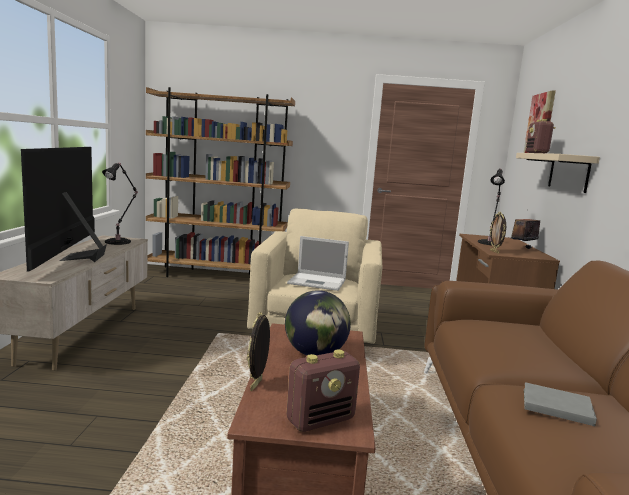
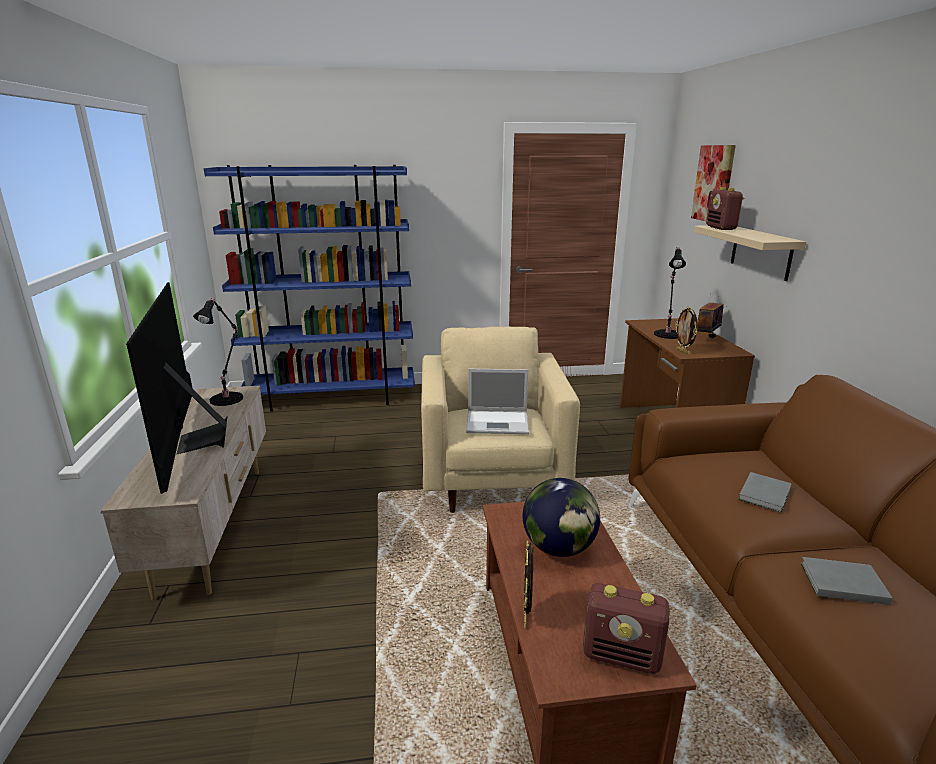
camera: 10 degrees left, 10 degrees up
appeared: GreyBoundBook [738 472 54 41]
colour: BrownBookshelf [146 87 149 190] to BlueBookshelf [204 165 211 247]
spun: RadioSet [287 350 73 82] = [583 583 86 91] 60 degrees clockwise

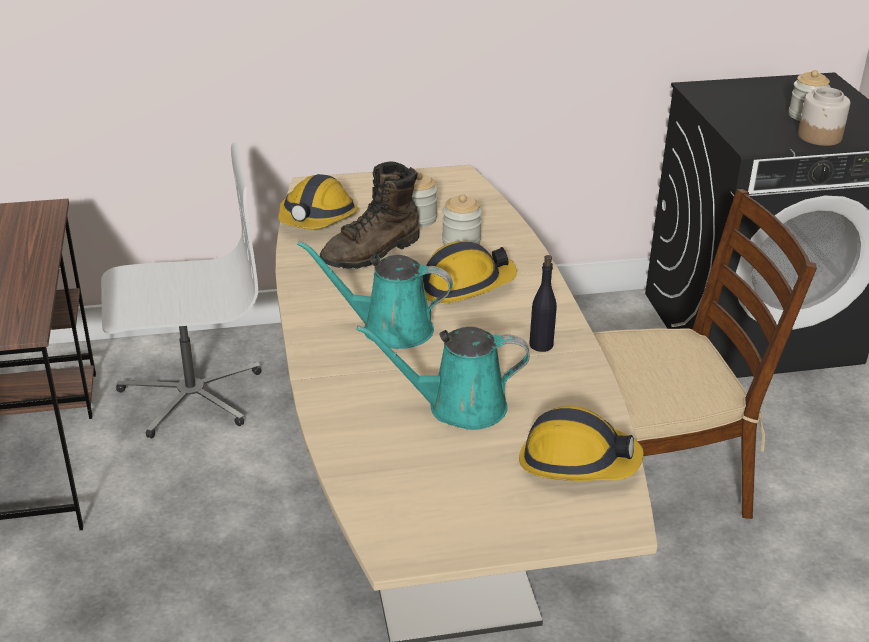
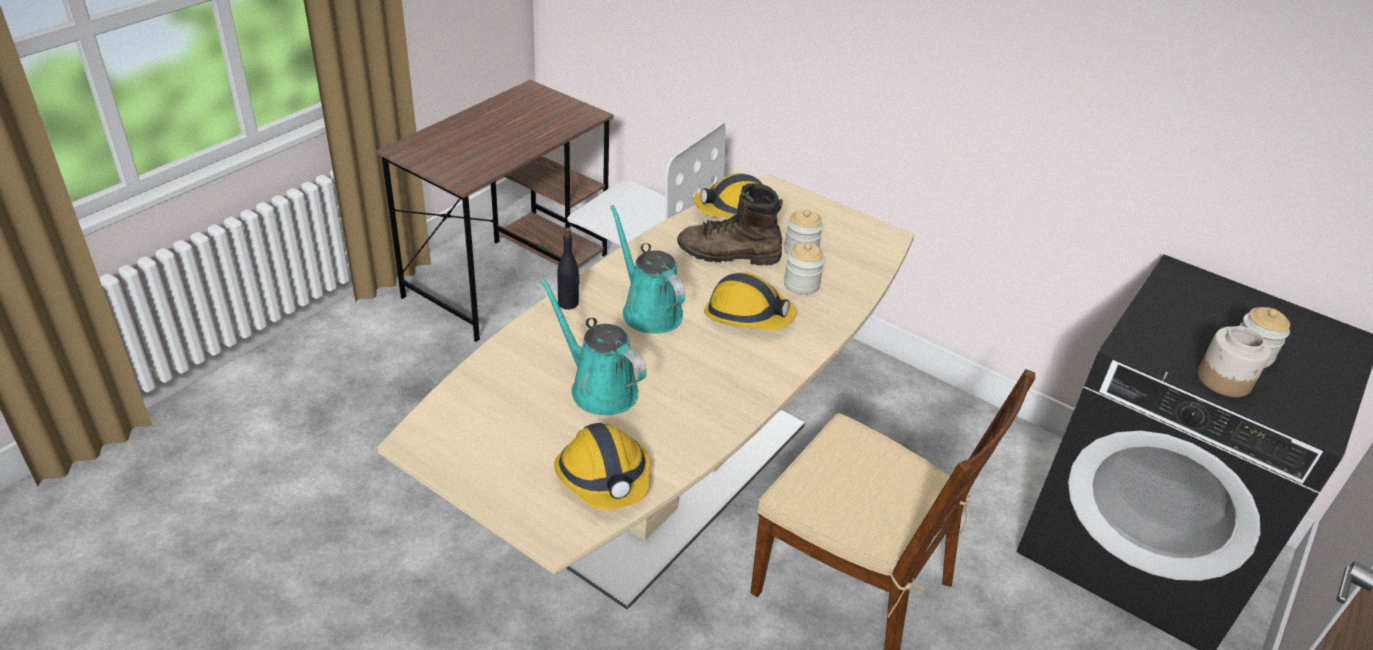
camera: 45 degrees right, 5 degrees up
relocated: BlackColouredBeverageBottle [529 255 28 97] to [557 228 22 81]

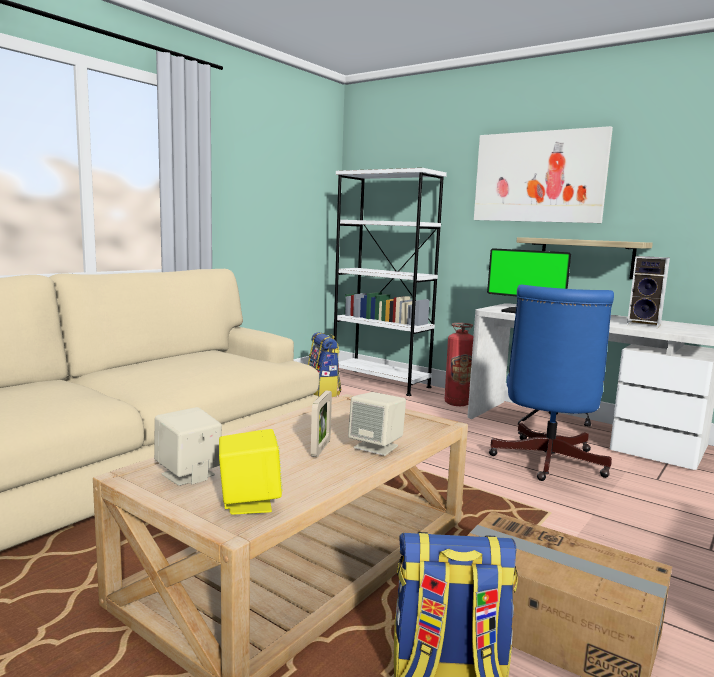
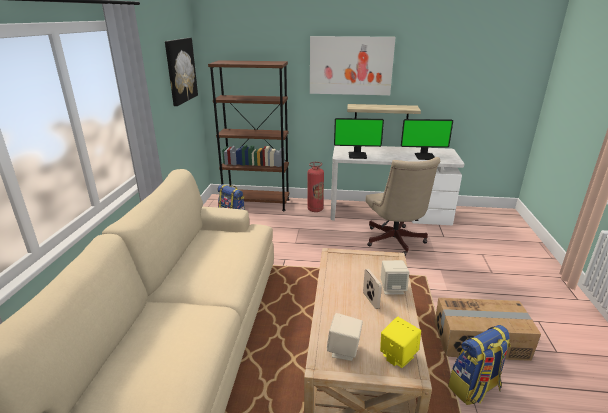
camera: 30 degrees left, 15 degrees up
appeared: WallPicture [165 38 33 68]
exchanged: AudioSpeaker [627 256 43 72] to ComputerDisplay [401 119 52 41]
colour: WhiteBookshelf [334 168 113 228] to BrownBookshelf [208 60 81 151]; BlueOfficeChair [489 285 125 196] to BeigeColouredOfficeChair [366 157 74 99]

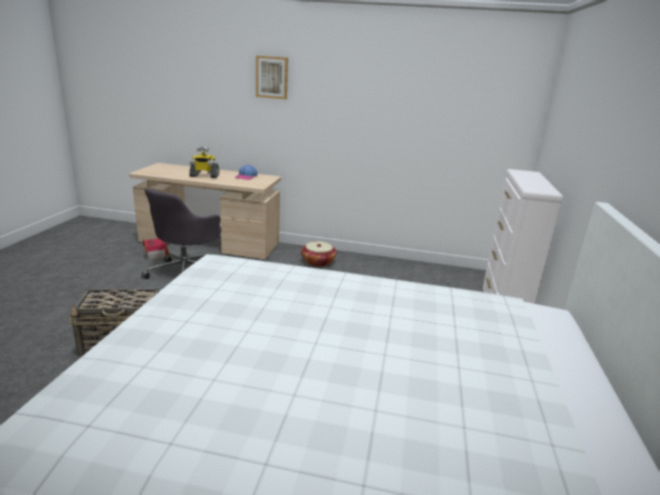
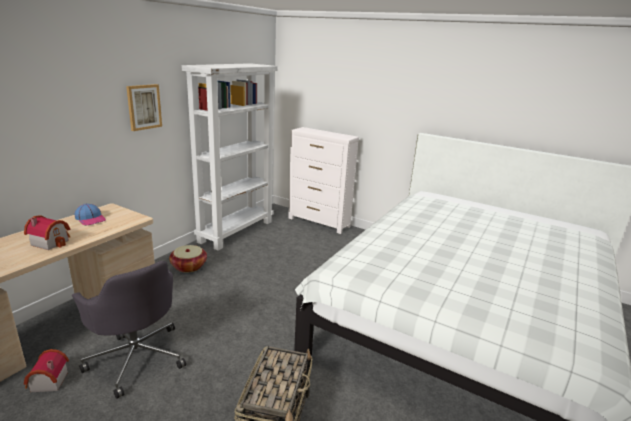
camera: 70 degrees left, 0 degrees up
appeared: WhiteBookshelf [181 63 97 188]
relocated: WallPicture [256 56 32 43] to [126 84 36 47]
exchanged: ToyRobot [189 146 30 32] to MiniatureHouse [24 215 46 35]

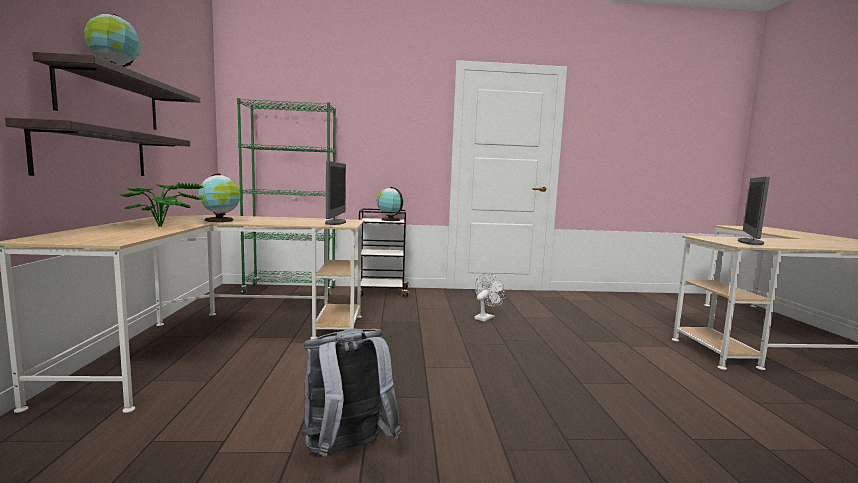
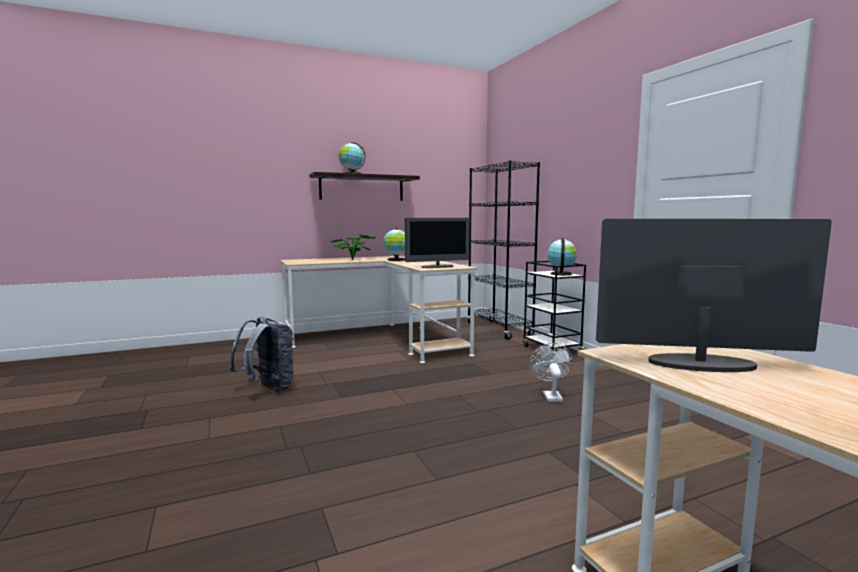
camera: 70 degrees right, 0 degrees up
missing: Shelf [5 118 185 58]
colour: GreenBookshelf [237 98 99 198] to BlackColouredBookshelf [467 160 73 180]
spun: WhiteElectricFan [474 273 32 49] = [530 343 43 59] 105 degrees counterclockwise

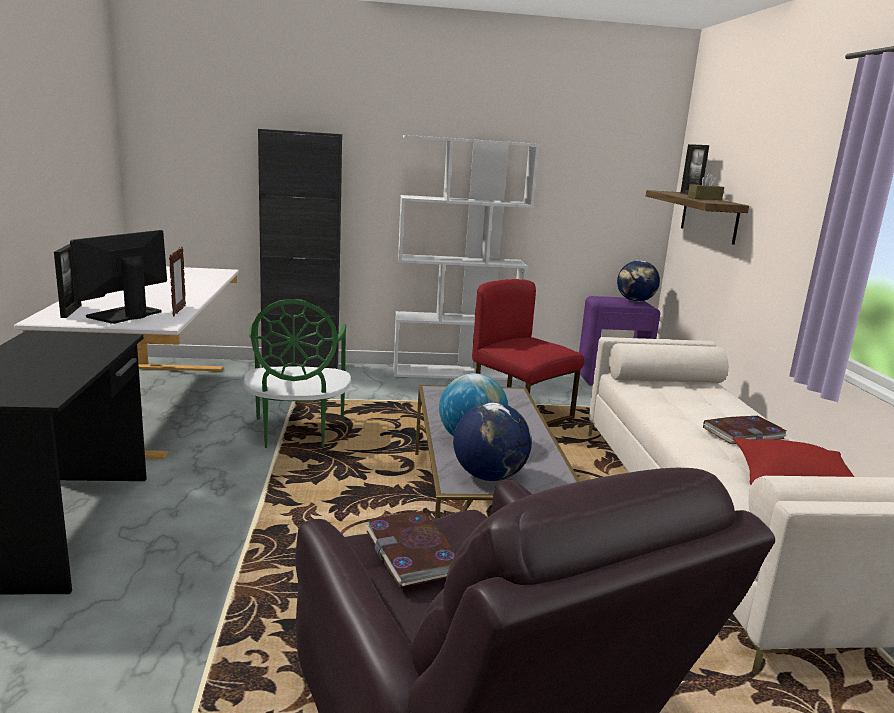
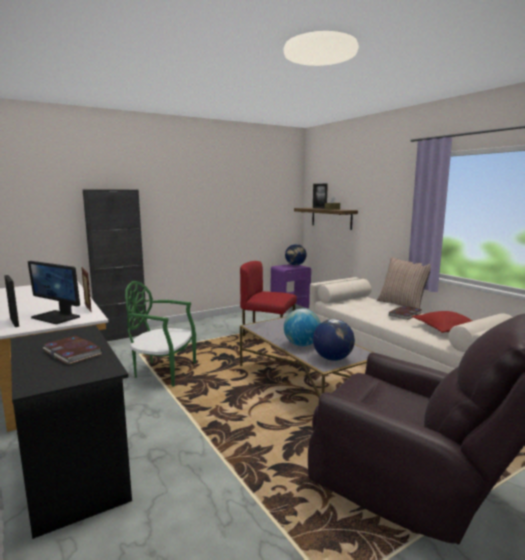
camera: 25 degrees left, 5 degrees down
missing: WhiteBookshelf [393 135 147 245]
appeared: Pillow [377 257 54 52]
relocated: BoundBook [365 511 91 76] to [42 336 60 29]
spun: ComputerDisplay [70 230 97 94] = [28 261 52 63] 60 degrees counterclockwise; GreenChair [243 299 109 149] = [125 281 71 105] 135 degrees clockwise

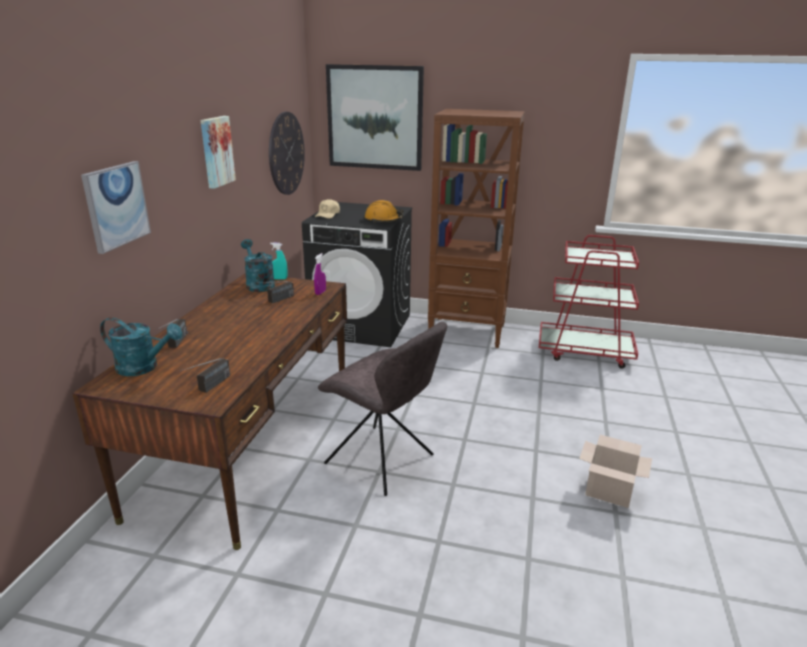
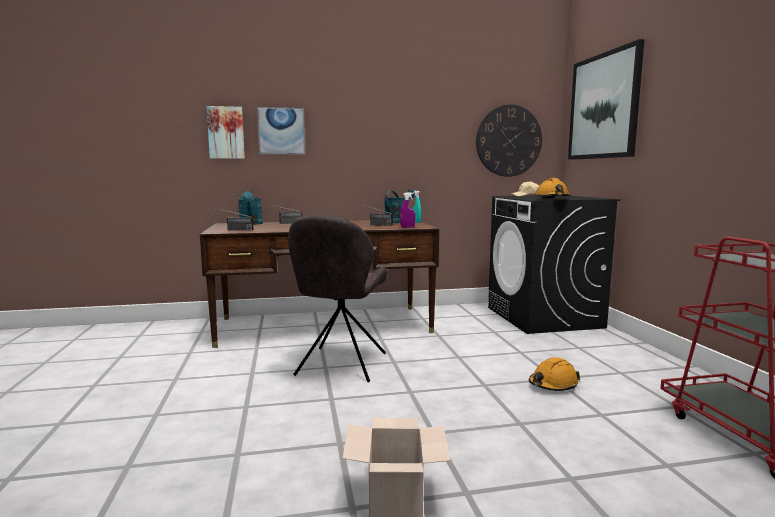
camera: 65 degrees right, 15 degrees down
missing: BrownBookshelf [428 109 97 239]
appeared: OrangeColouredHardHat [529 357 51 34]
relocated: WallPicture [200 116 36 73] to [206 106 39 53]

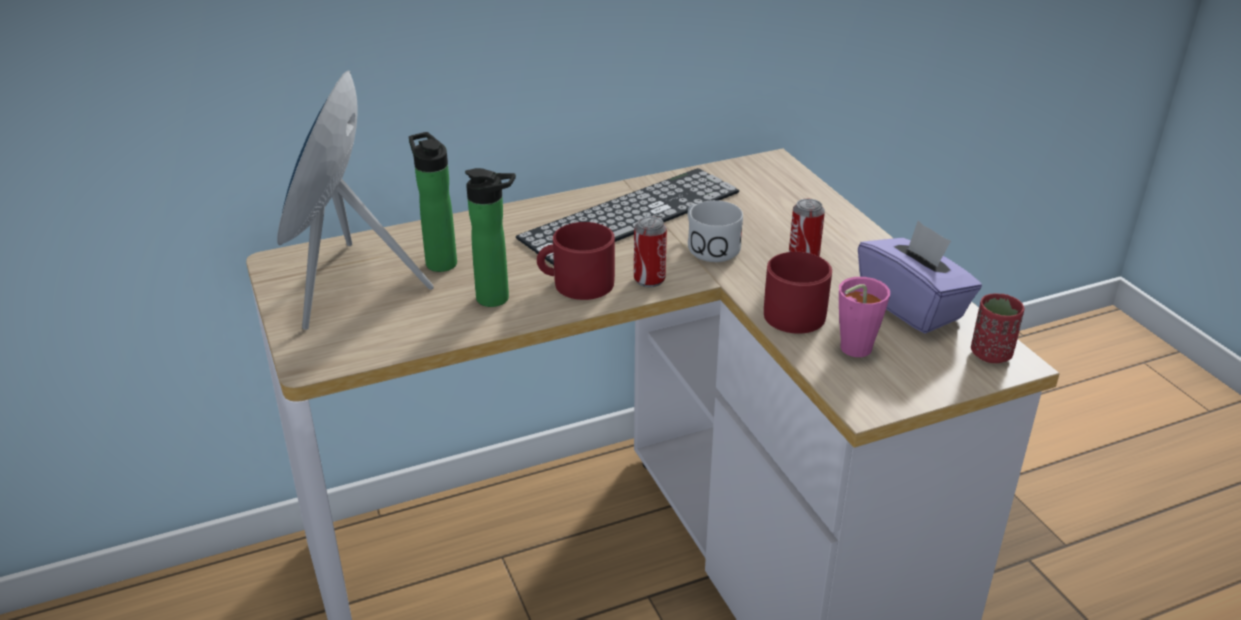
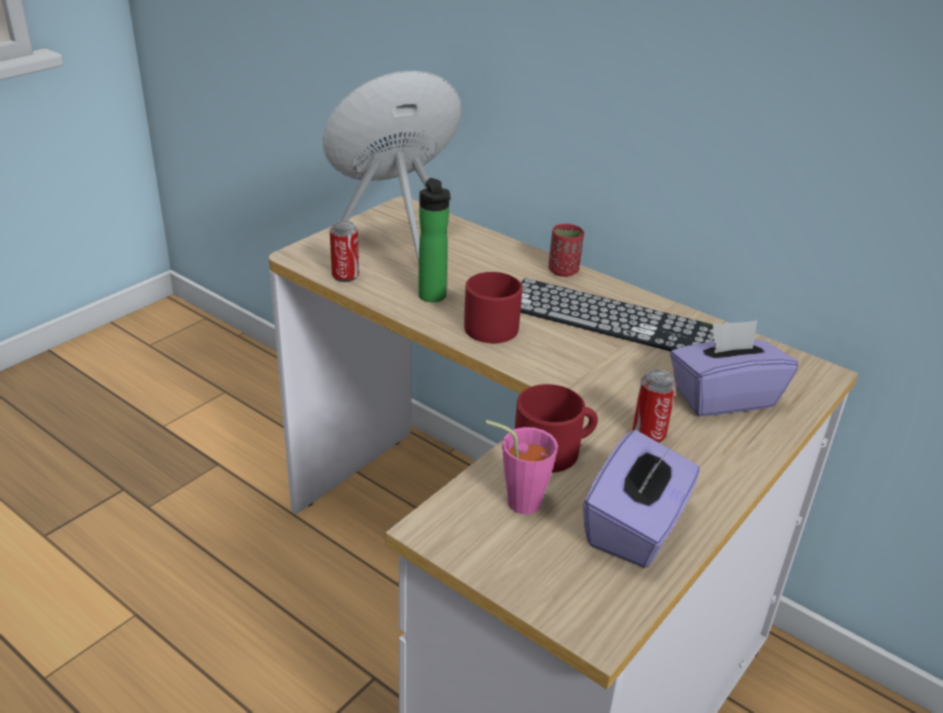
camera: 60 degrees right, 0 degrees up
missing: BeverageBottle [409 132 48 140]; WhiteTeaMug [688 200 55 62]
appeared: PurplishBoxOfTissues [670 320 128 96]
relocated: SealedCan [634 216 33 71] to [330 221 29 61]; ReddishSmallCup [971 293 54 70] to [548 224 36 53]

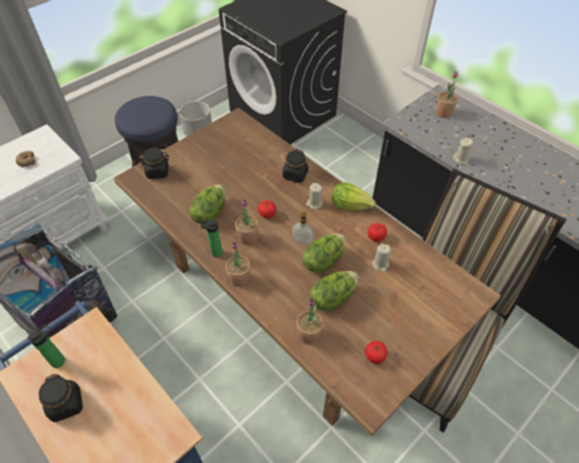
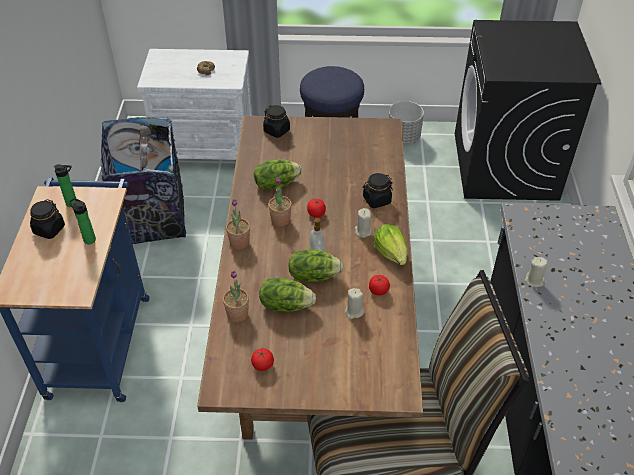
camera: 45 degrees right, 5 degrees down
missing: Houseplant [436 72 22 46]
relocated: BeverageBottle [201 220 22 37] to [69 198 27 46]

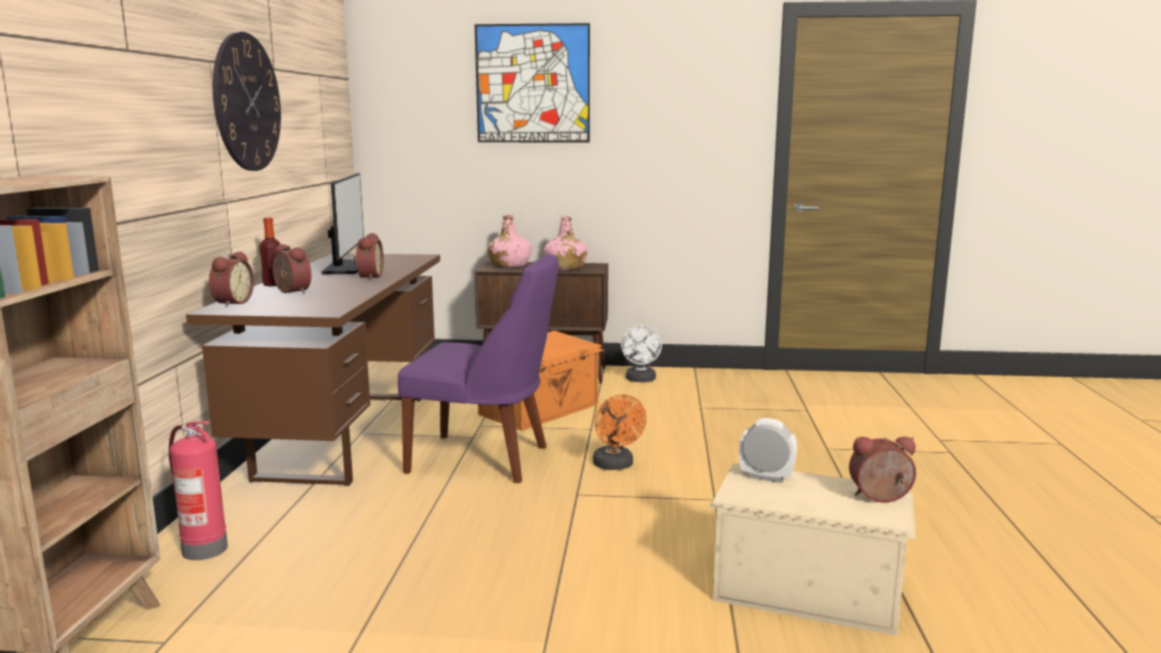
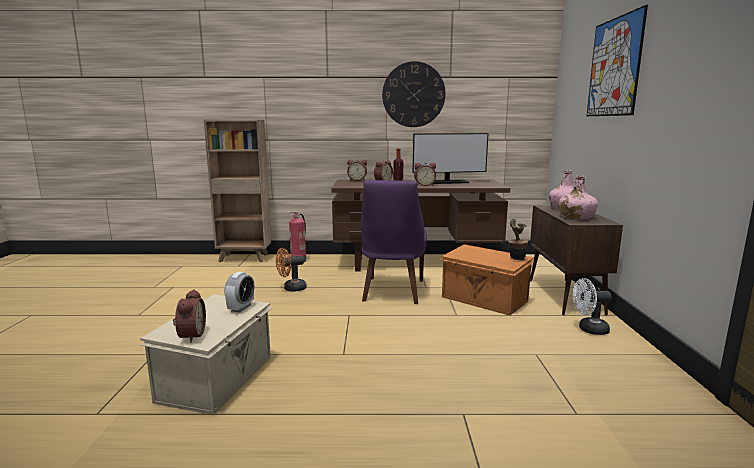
camera: 85 degrees right, 0 degrees up
appeared: Houseplant [508 218 20 43]
relocated: OrangeColouredElectricFan [593 394 54 76] to [276 248 31 44]

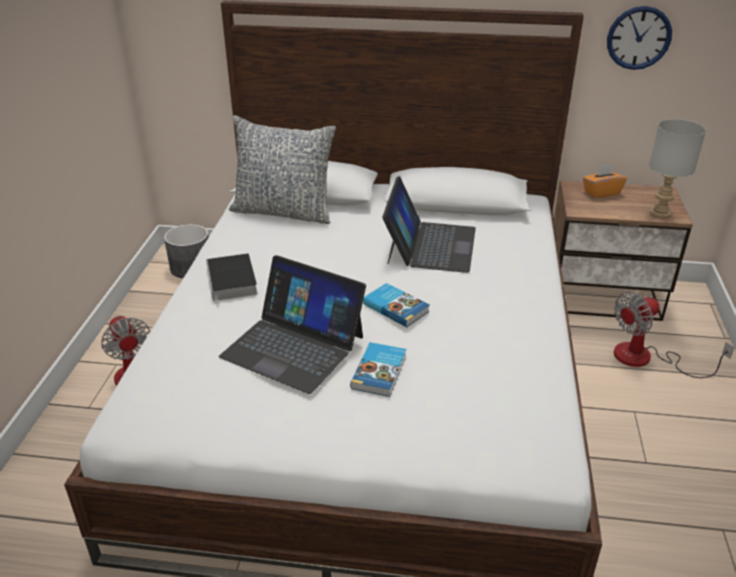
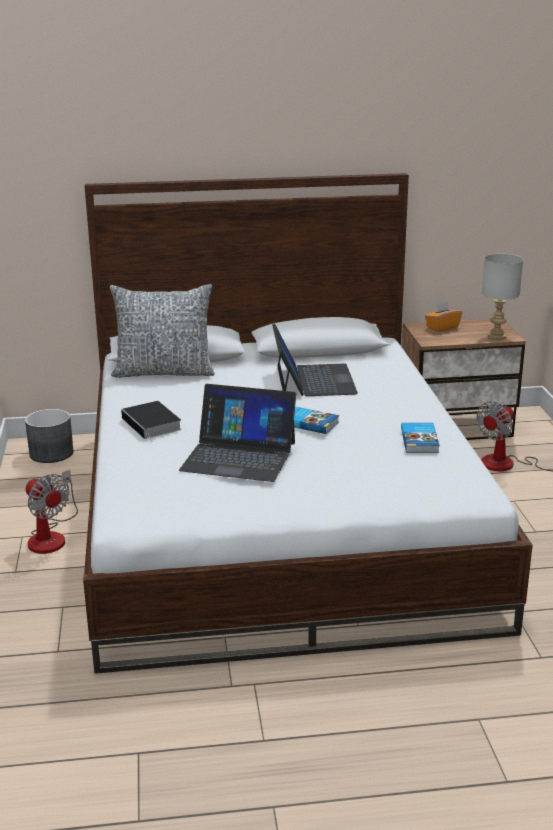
camera: 15 degrees left, 10 degrees down
missing: HangingClock [607 6 65 64]
relocated: BoundBook [350 342 56 55] to [401 423 39 30]

